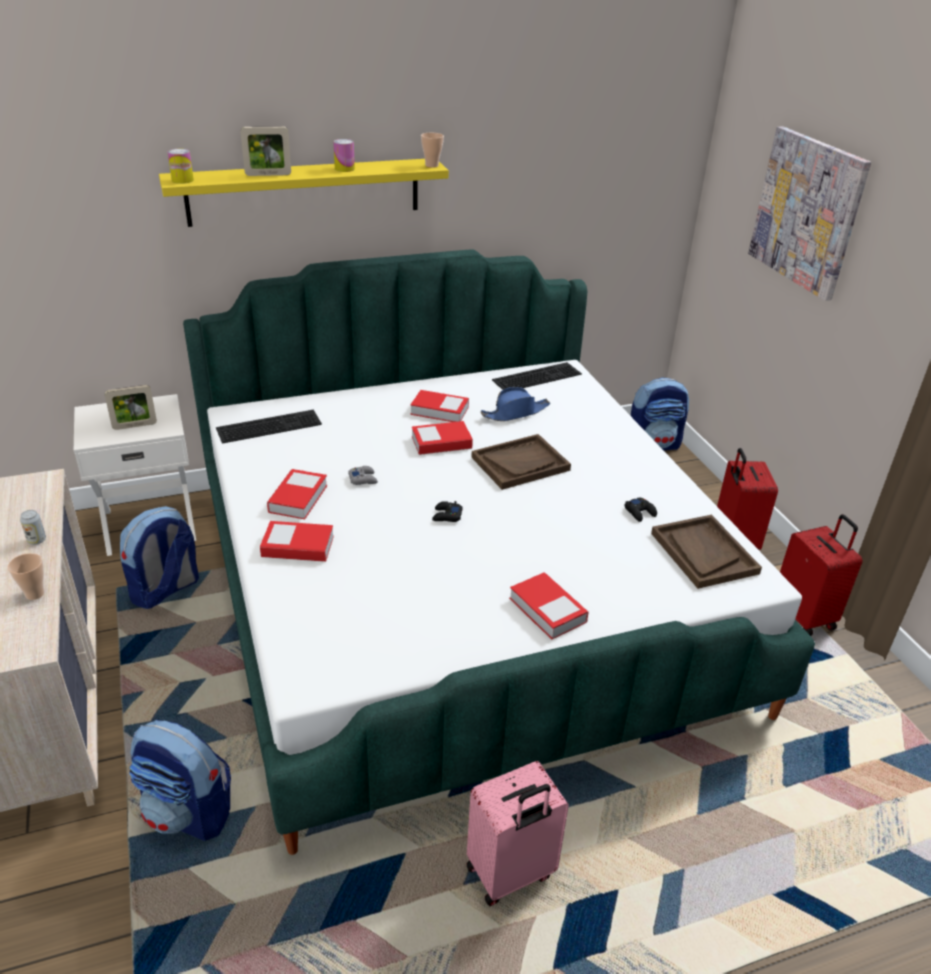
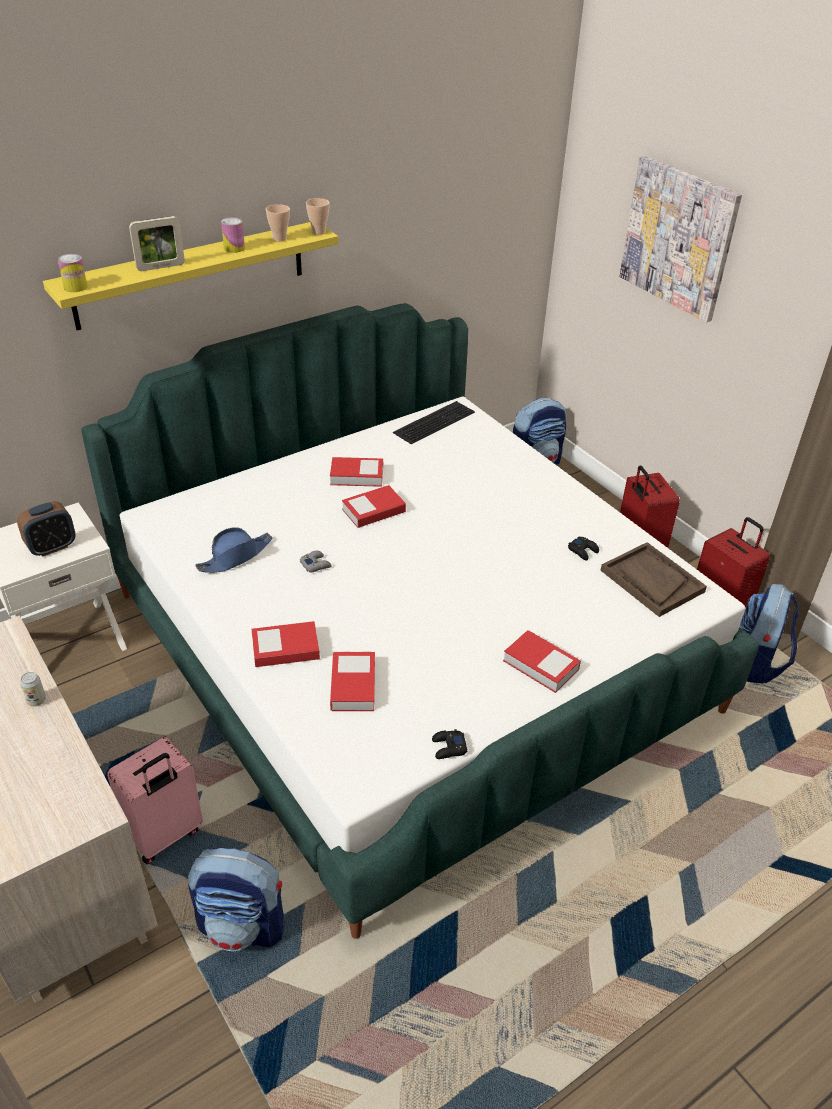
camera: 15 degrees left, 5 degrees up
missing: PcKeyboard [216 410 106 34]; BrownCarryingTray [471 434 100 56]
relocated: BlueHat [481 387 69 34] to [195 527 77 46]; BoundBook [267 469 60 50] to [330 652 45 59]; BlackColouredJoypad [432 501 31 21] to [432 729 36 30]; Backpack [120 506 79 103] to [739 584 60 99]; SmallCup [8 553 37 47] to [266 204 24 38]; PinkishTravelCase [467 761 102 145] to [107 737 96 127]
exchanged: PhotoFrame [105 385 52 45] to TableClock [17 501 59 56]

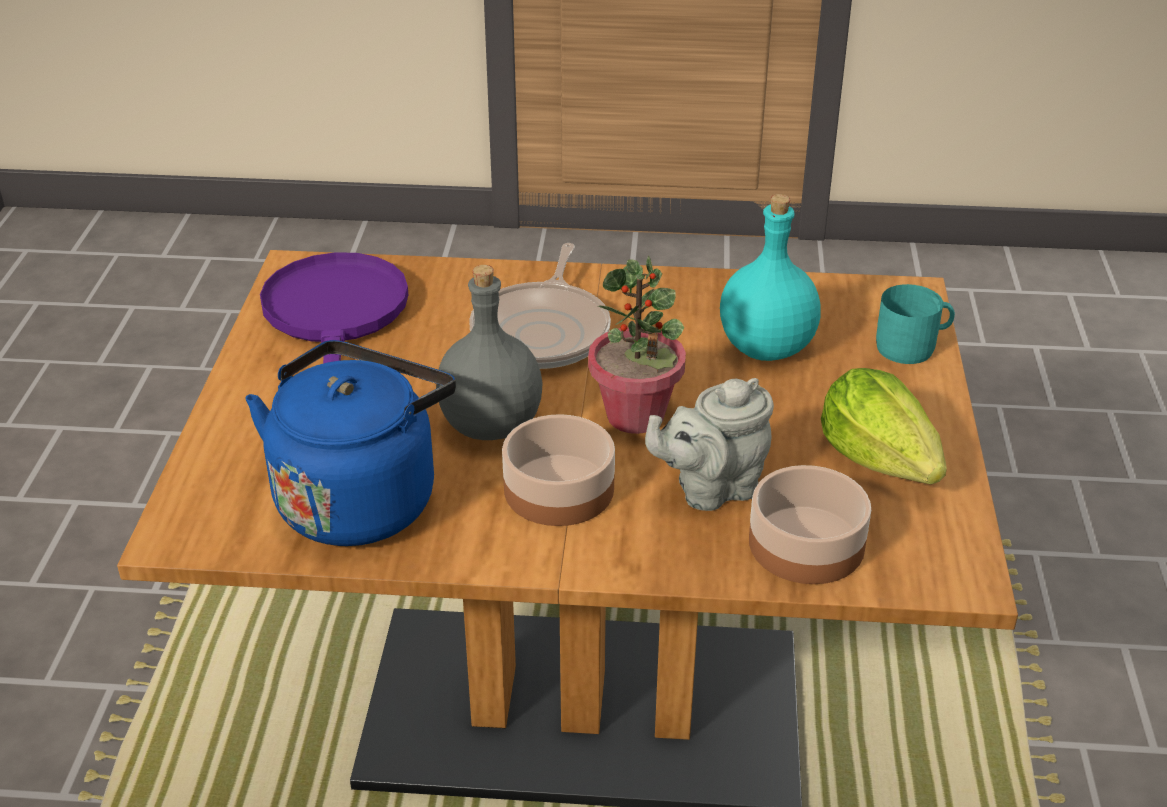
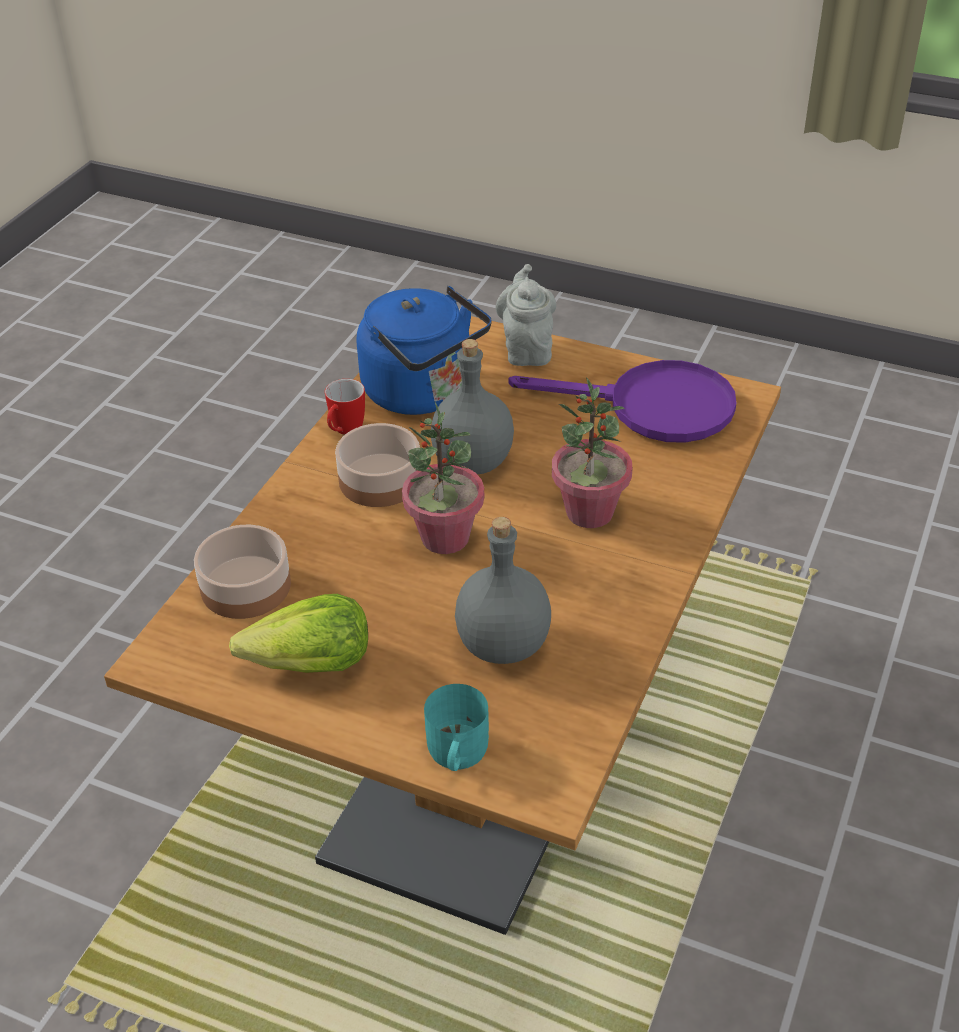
camera: 110 degrees right, 5 degrees up
appeared: TeaMug [325 379 40 56]
relocated: GreyTeapot [645 378 129 133] to [495 264 61 102]
exchanged: FryingPan [469 243 142 126] to Houseplant [552 377 80 151]
colour: BlueGreenBeverageBottle [720 194 101 167] to GreyBeverageBottle [455 517 96 147]

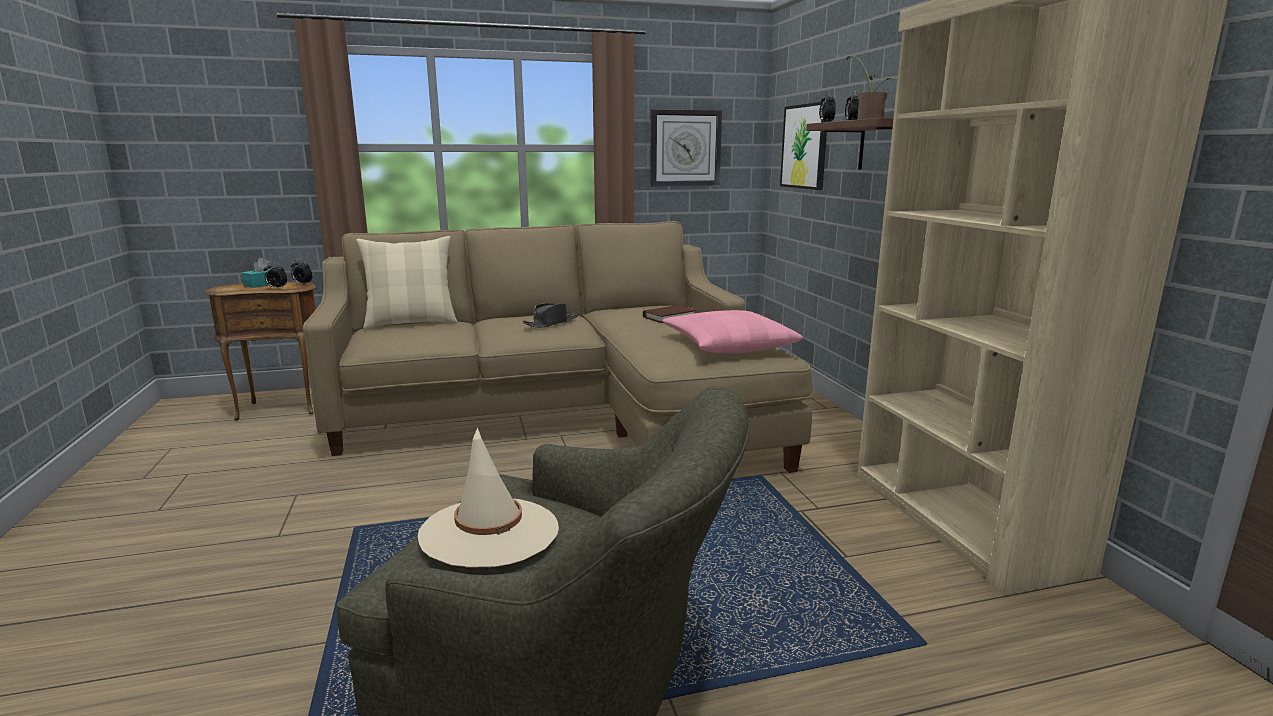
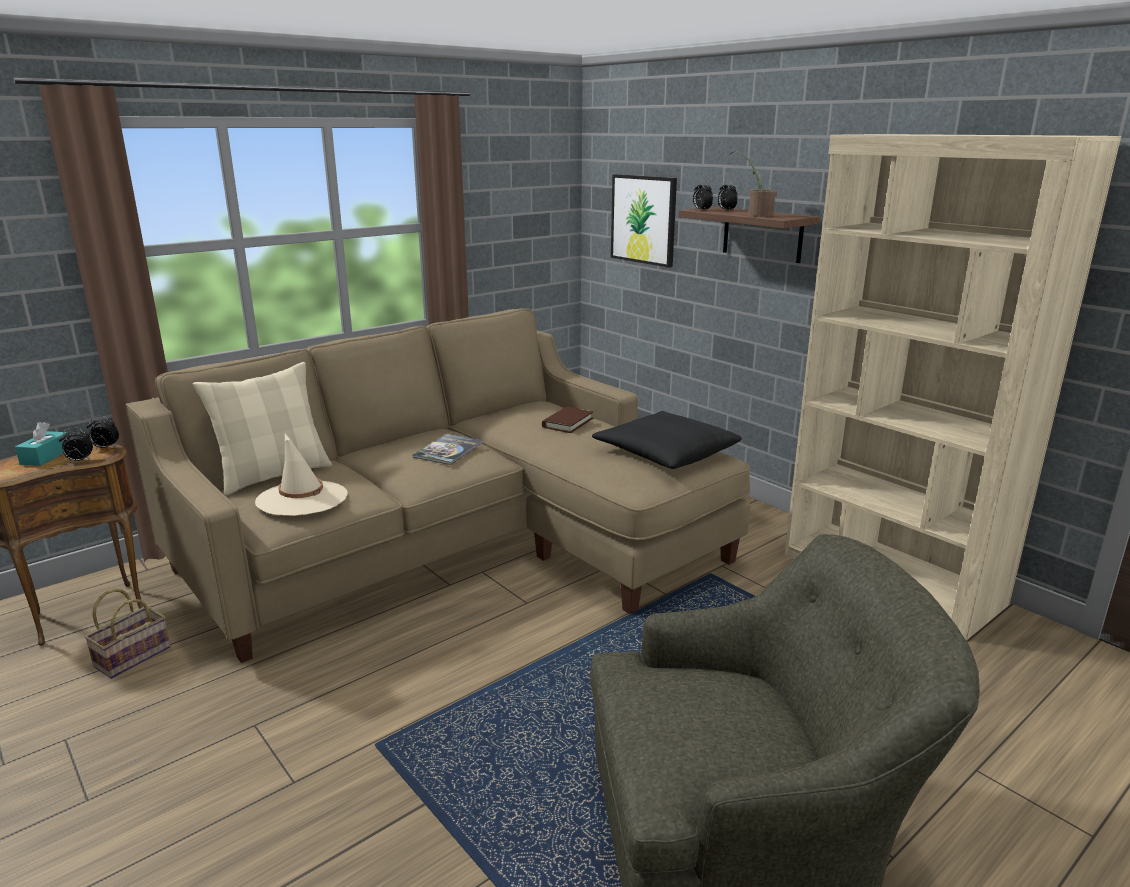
camera: 25 degrees left, 5 degrees up
missing: HangingClock [650 109 72 77]
appeared: HouseholdBasket [84 589 87 90]
relocated: BeigeColouredHat [418 427 141 141] to [255 434 93 82]
exchanged: BlackColouredHat [522 303 56 25] to BoundBook [413 434 70 31]
colour: PinkishPillow [662 310 141 43] to BlackColouredPillow [592 411 150 58]

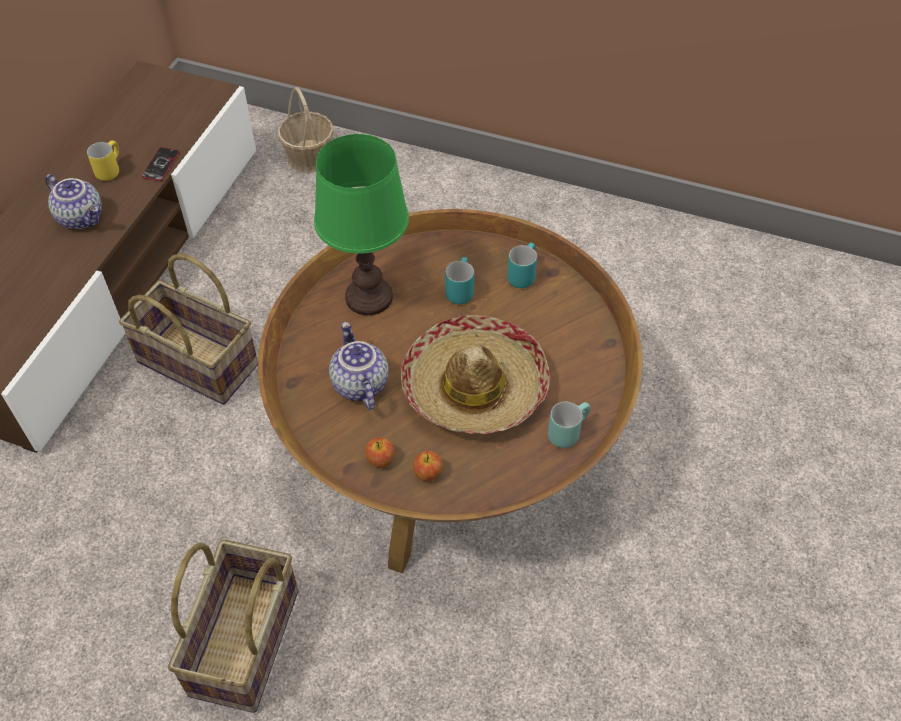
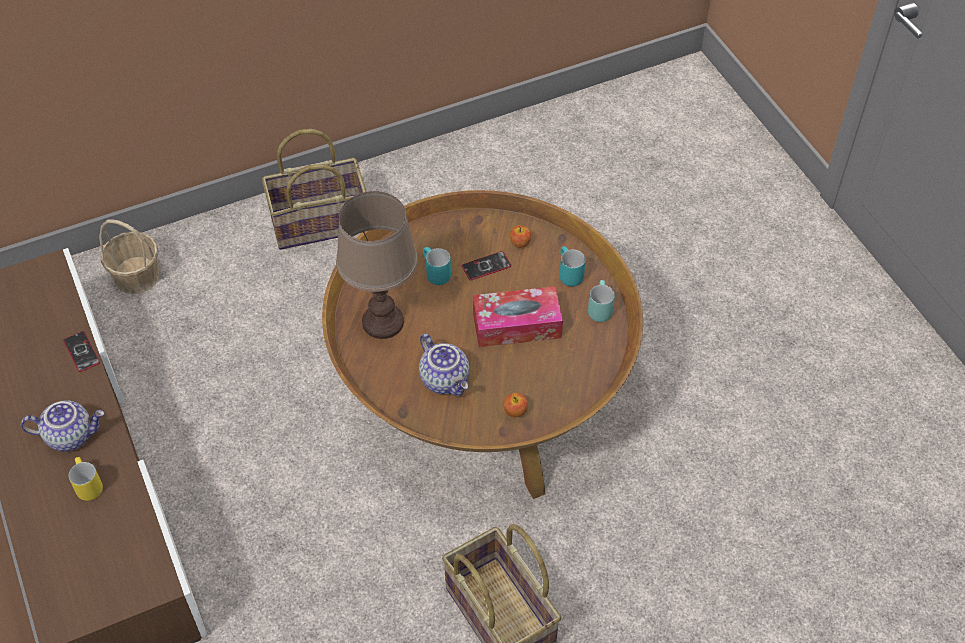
camera: 45 degrees left, 0 degrees up
appeared: Handset [462 251 49 29]
relocated: YellowishTeaMug [87 141 32 40] to [69 457 34 44]; BlueGreenTeaMug [507 243 30 45] to [560 246 26 40]; HouseholdBasket [119 253 139 152] to [262 129 105 121]; AppleFruit [413 451 30 30] to [510 225 21 23]
exchanged: Hat [401 315 149 119] to BoxOfTissues [473 286 90 61]
colour: GreenLampForATable [314 134 95 182] to BrownLampForATable [336 191 82 148]
spun: Teapot [329 322 60 88] = [419 333 51 63] 150 degrees counterclockwise

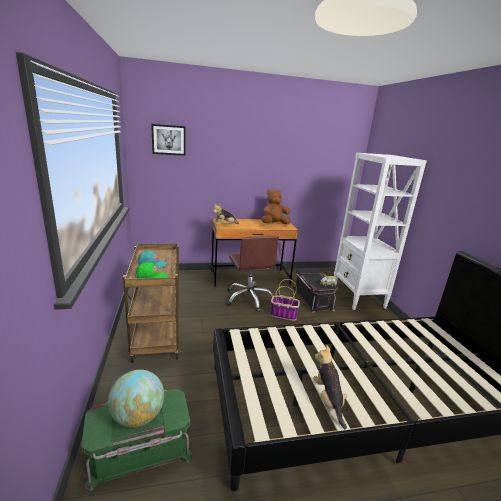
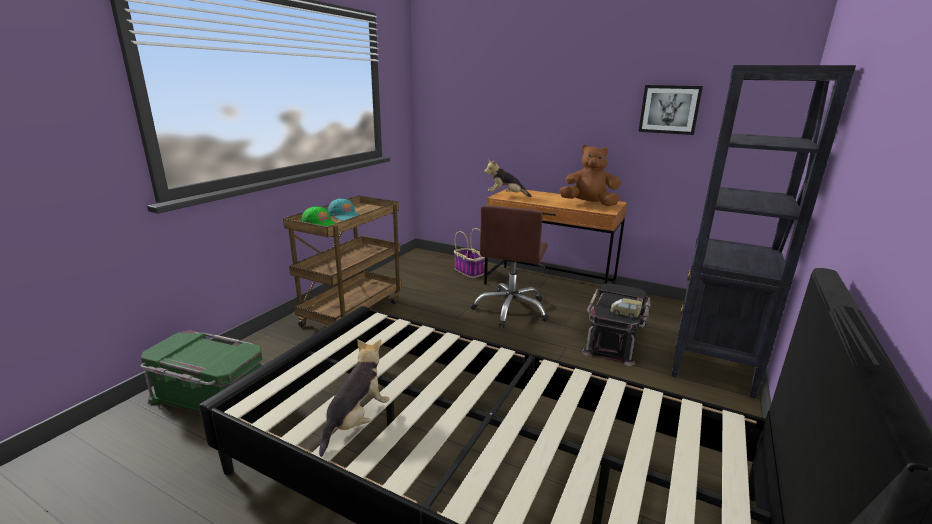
camera: 40 degrees right, 0 degrees up
missing: WorldGlobe [108 370 56 58]
relocated: WallPicture [151 124 34 32] to [638 85 65 50]; HouseholdBasket [270 279 30 42] to [454 228 31 50]
colour: WhiteBookshelf [334 153 93 157] to BlackColouredBookshelf [672 65 184 333]

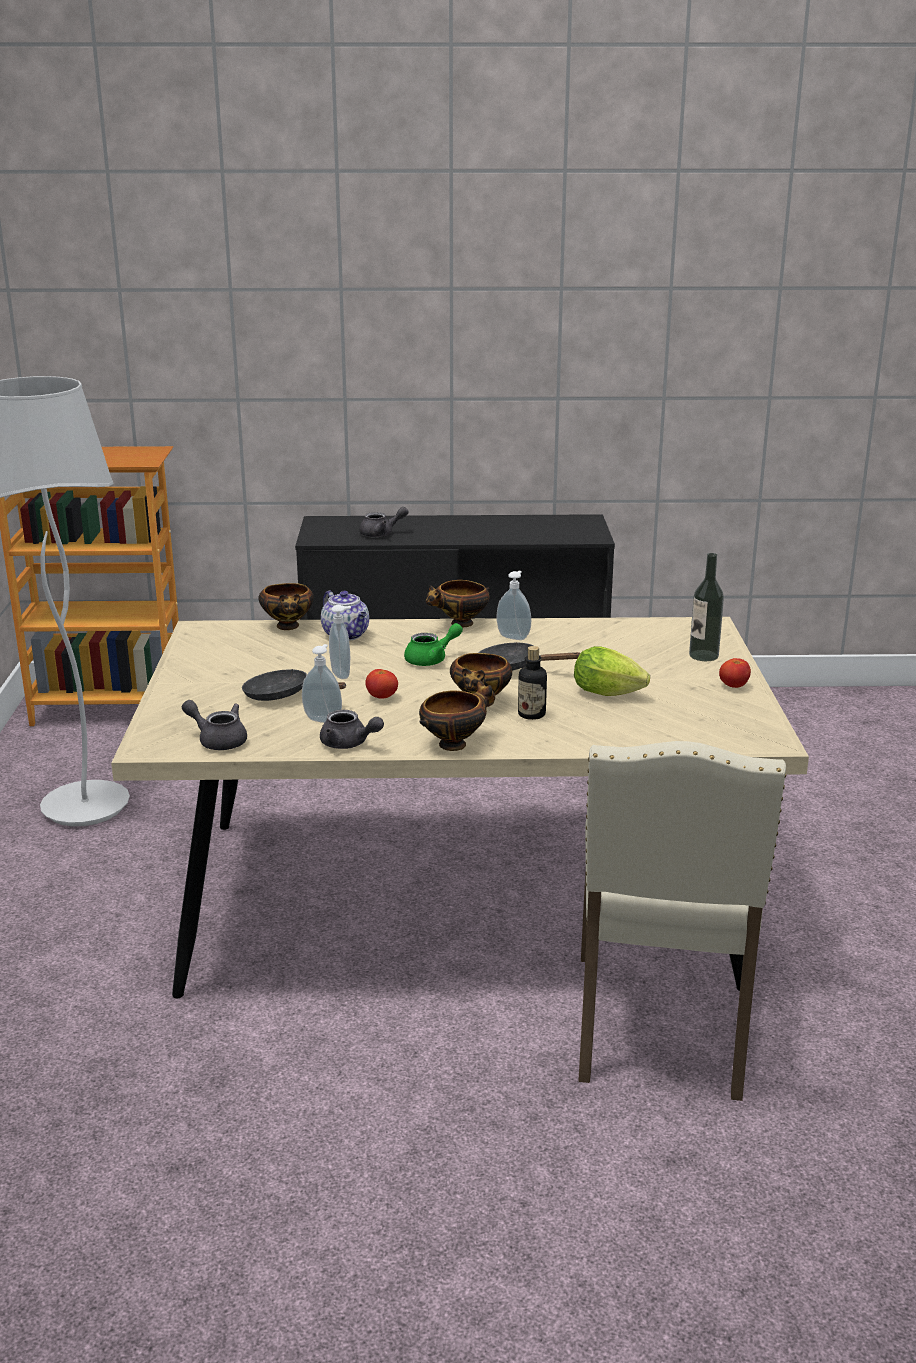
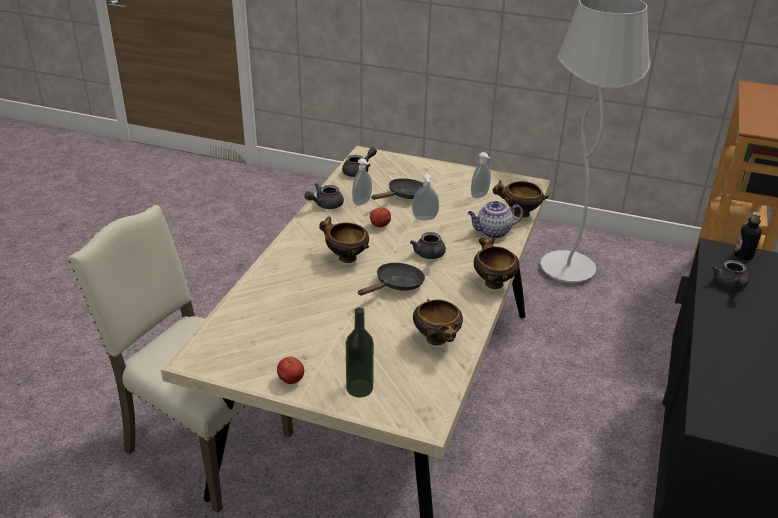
camera: 110 degrees right, 10 degrees up
missing: Lettuce [574 646 76 50]
relocated: SoapDispenser [497 571 34 69] to [471 152 20 47]; BeverageBottle [518 646 29 74] to [734 212 28 48]; DeepDish [419 680 76 71] to [413 299 50 47]
colour: GreenTeapot [404 623 59 43] to GreyTeapot [410 232 36 27]

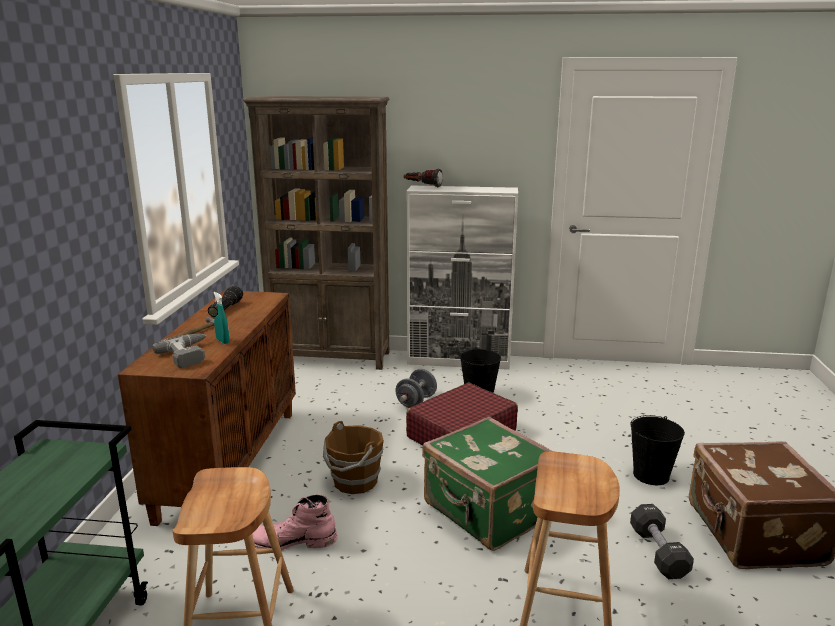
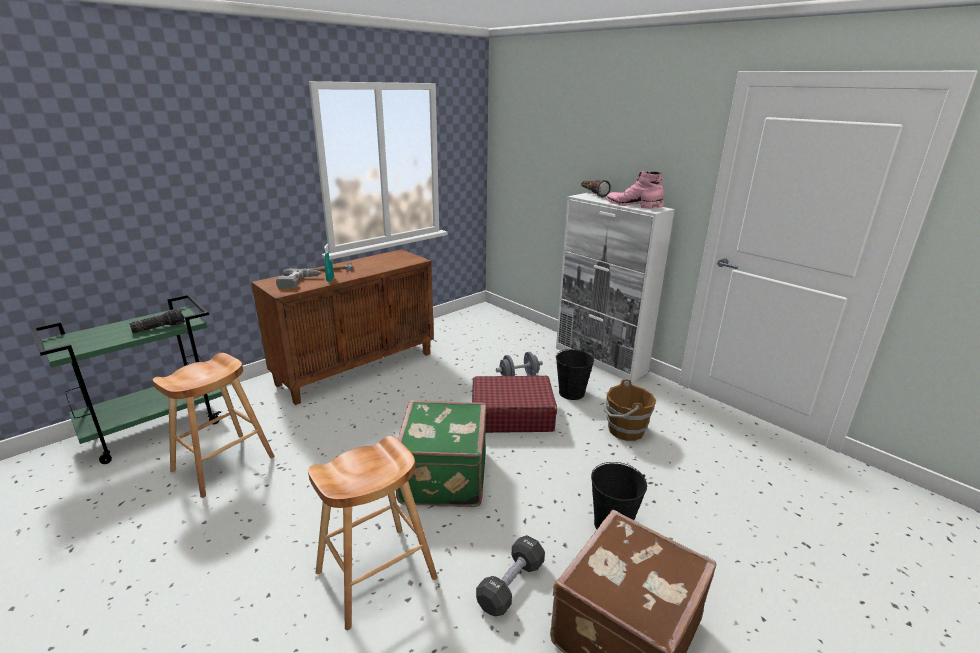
camera: 40 degrees right, 5 degrees up
missing: BrownBookshelf [243 96 147 274]
relocated: Flashlight [208 286 35 31] to [129 308 56 25]; BrownPail [323 421 61 73] to [604 379 52 62]; PinkishBoot [252 494 85 56] to [606 171 58 38]

